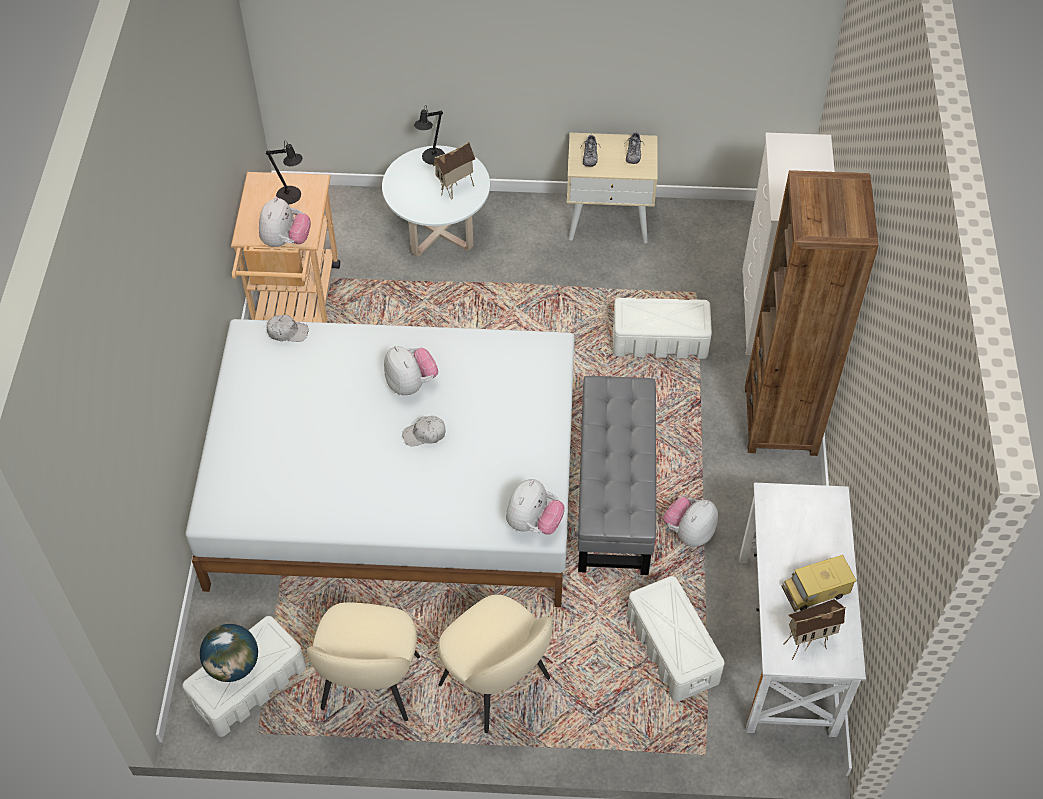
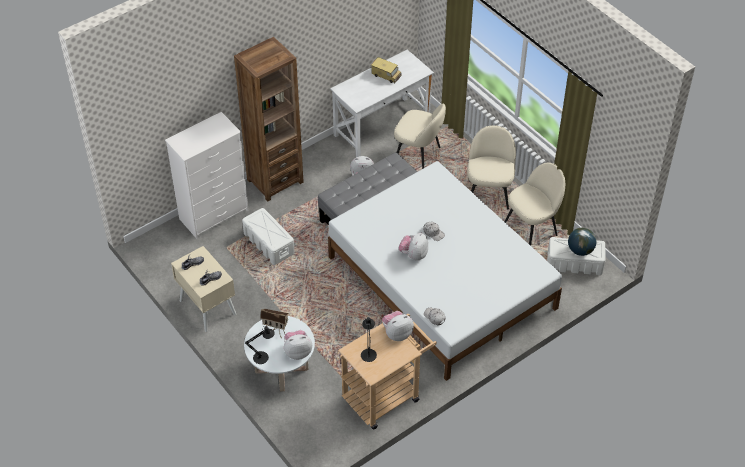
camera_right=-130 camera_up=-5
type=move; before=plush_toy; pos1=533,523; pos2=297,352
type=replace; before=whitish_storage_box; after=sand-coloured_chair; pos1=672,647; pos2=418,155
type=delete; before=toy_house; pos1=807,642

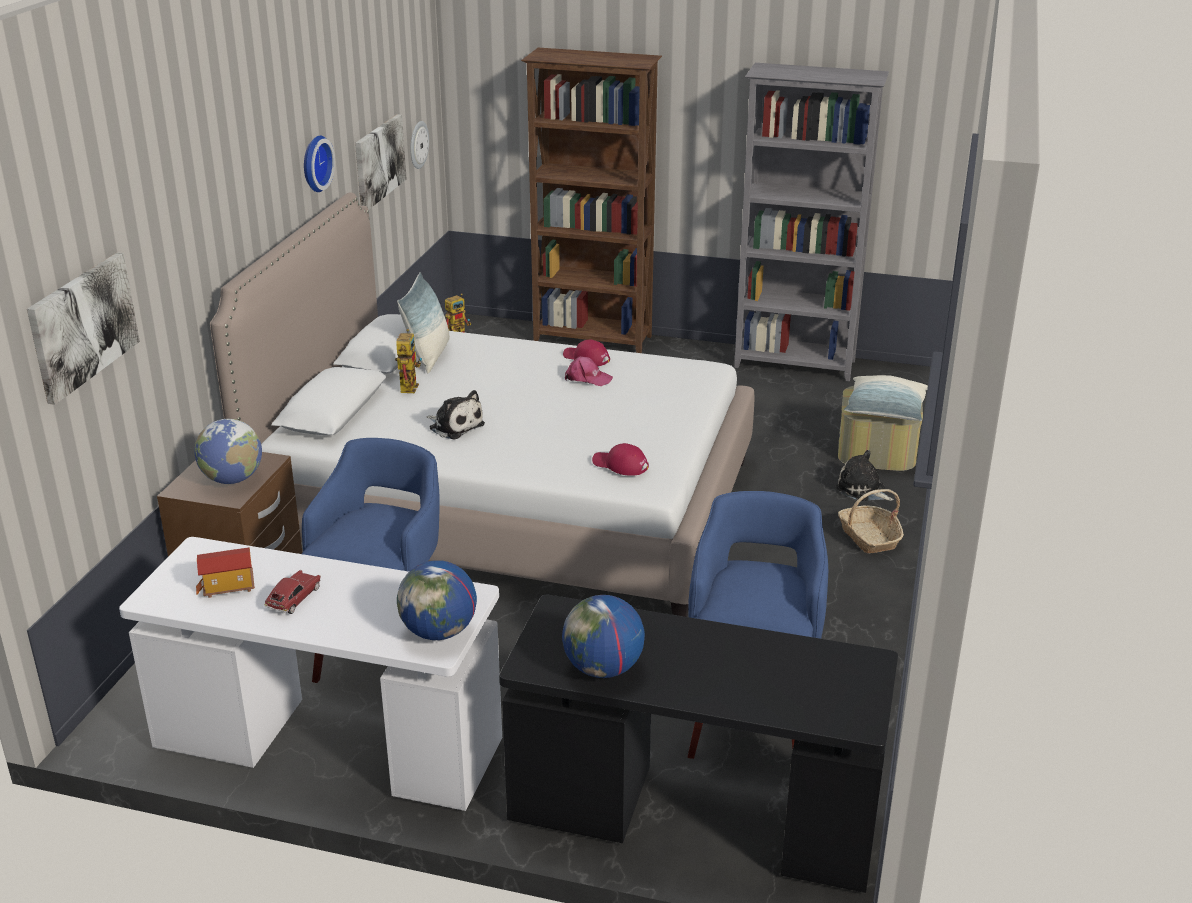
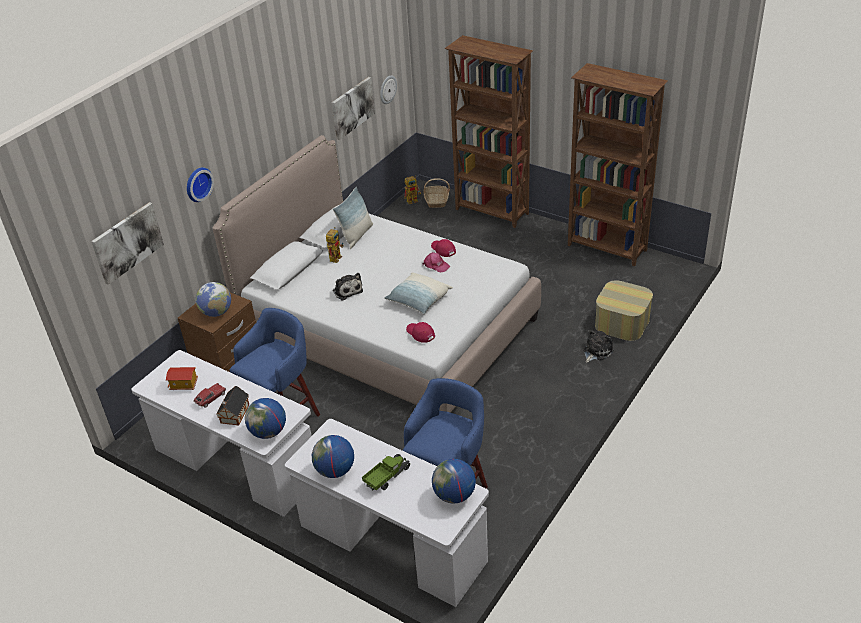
camera_right=20 camera_up=10
type=move; before=clock_on_the_wall; pos1=314,163; pos2=197,184
type=recolor; before=black-coloured_desk_table; after=whitish_desk_table; pos1=693,817; pos2=392,545
type=recolor; before=grey_bookshelf; after=brown_bookshelf; pos1=795,365; pos2=607,248
type=rotate; before=plush_toy; pos1=862,490; pos2=596,351; turn=75
type=move; before=household_basket; pos1=869,537; pos2=436,200
type=move; before=throw_pillow; pos1=885,412; pos2=419,300
type=insert; after=toy_house; pos2=234,414
type=insert; after=toy_lorry; pos2=387,477
type=insert; after=globe; pos2=454,495

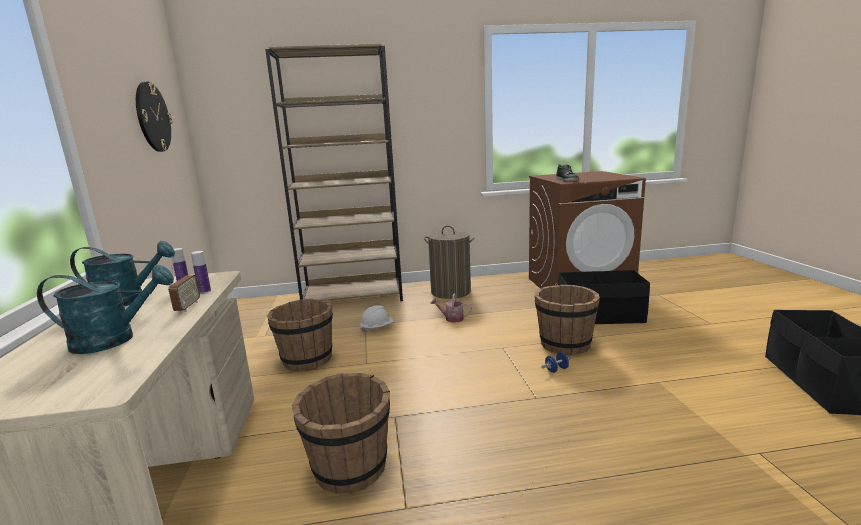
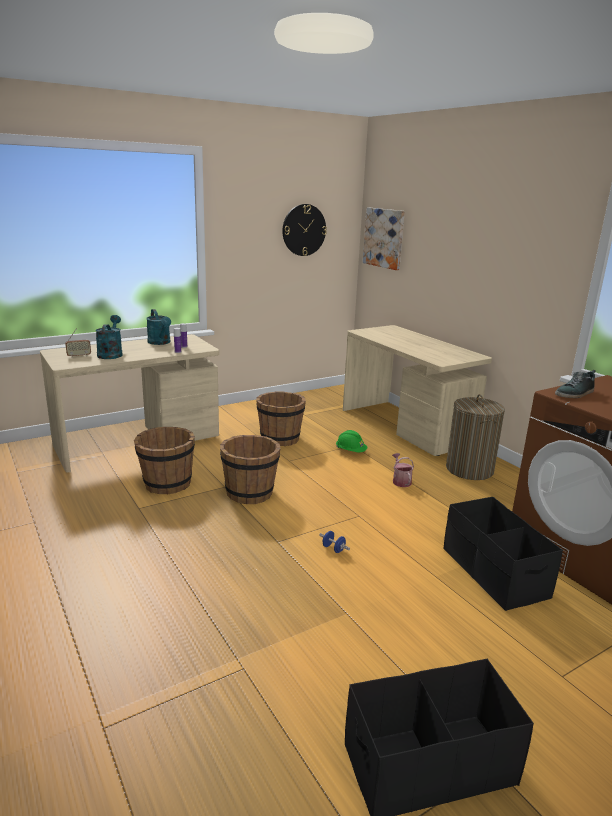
camera_right=65 camera_up=5
type=rotate; before=blue-green_sprinkling_can; pos1=115,340; pos2=111,354; turn=-150
type=move; before=radio_receiver; pos1=187,307; pos2=79,356
type=replace; before=brown_bookshelf; after=sand-coloured_desk_table; pos1=354,297; pos2=406,427
type=recolor; before=whitish_hard_hat; after=green_hard_hat; pos1=377,328; pos2=351,451
type=move; before=brown_water_bucket; pos1=564,344; pos2=250,493
type=insert; after=wall_art; pos2=384,238

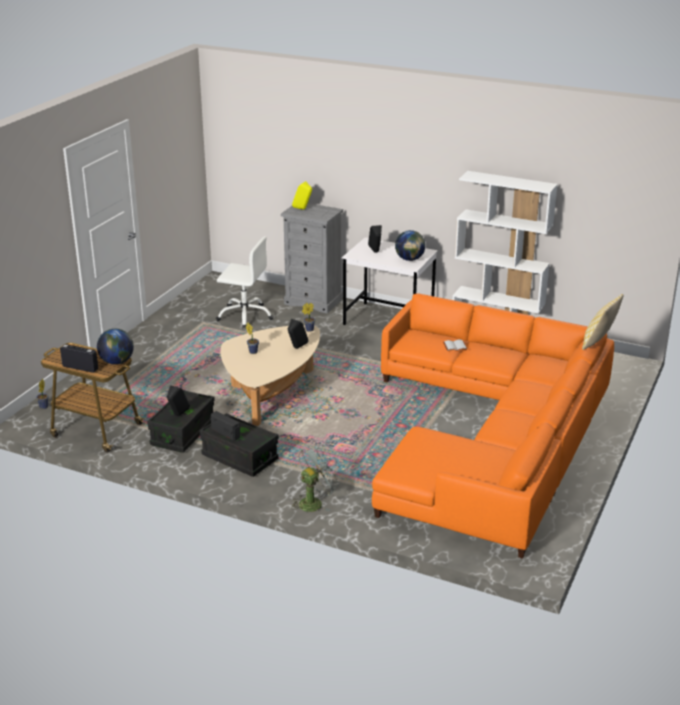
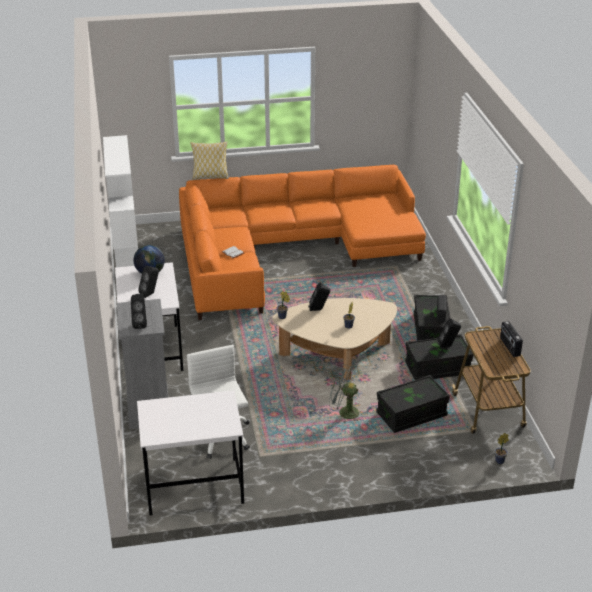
camera_right=-125 camera_up=5
type=delete; before=globe; pos1=117,362
type=move; before=grey_cooling_fan; pos1=314,502; pos2=344,413
type=recolor; before=yellow_loudspeaker; after=black-coloured_loudspeaker; pos1=303,209; pos2=140,324
type=insert; after=whitish_desk_table; pos2=193,487
type=insert; after=black-coloured_storage_box; pos2=411,414

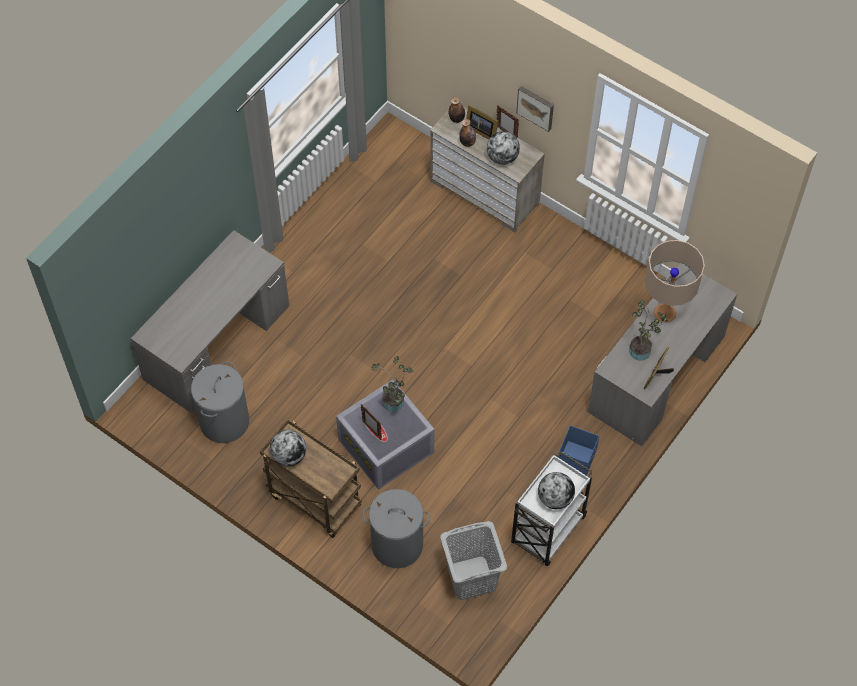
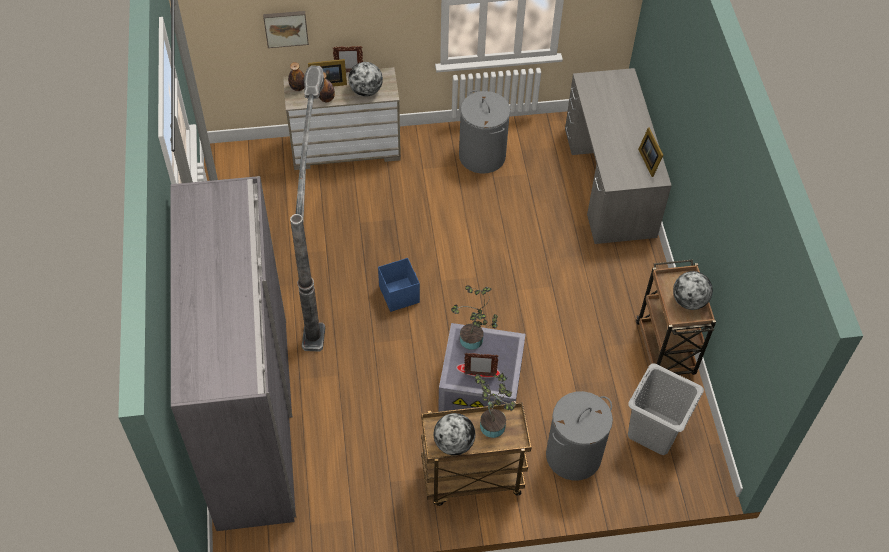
camera_right=-45 camera_up=-5
type=replace; before=grey_desk_table; after=grey_wardrobe; pos1=217,342; pos2=252,421
type=move; before=grey_hamper; pos1=224,421; pos2=482,156
type=recolor; before=whitish_wheeled_cart; after=brown_wheeled_cart; pos1=547,531; pos2=665,350
type=move; before=wall_art; pos1=536,107; pos2=286,27
type=move; before=blue-coloured_storage_box; pos1=576,459; pos2=399,294
type=move; before=houseplant; pos1=642,349; pos2=493,423
type=delete; before=sand-coloured_table_lamp; pos1=664,313
type=insert; after=standard_lamp; pos2=321,275

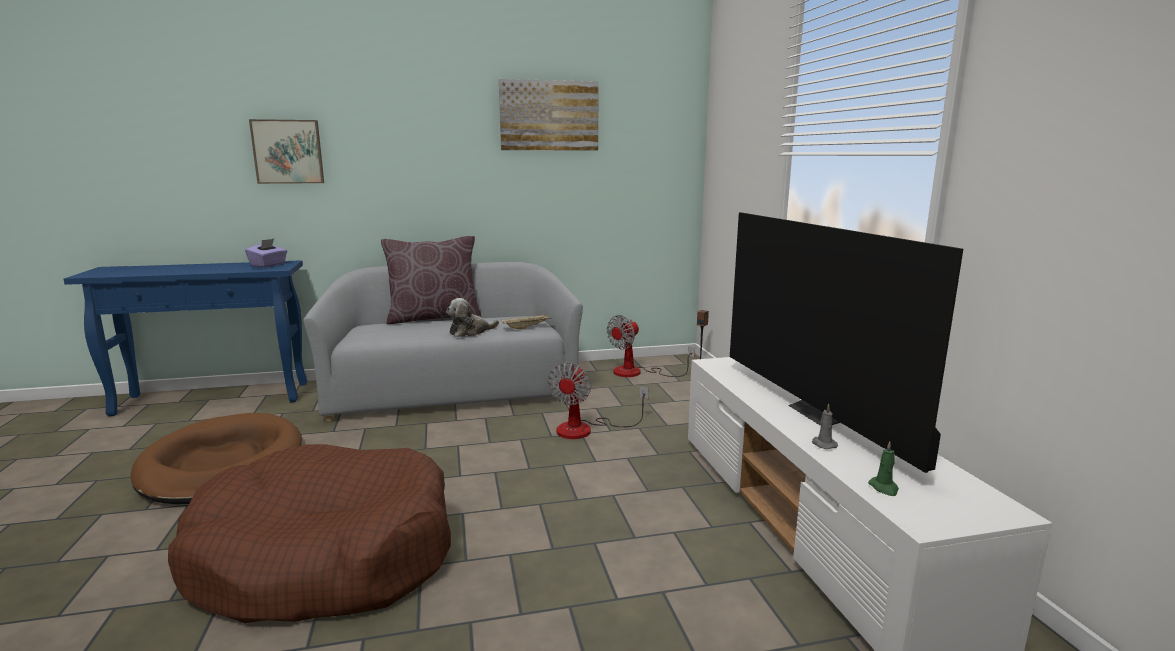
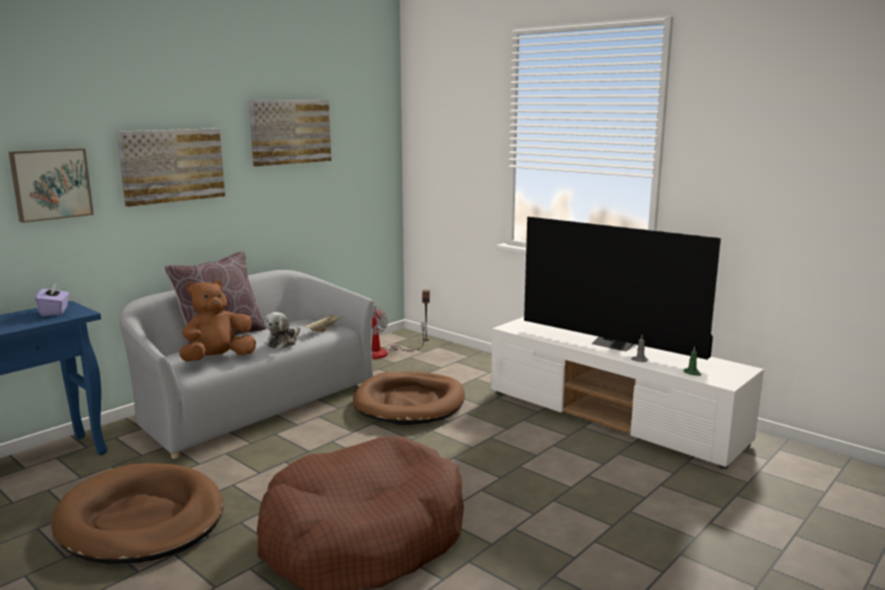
camera_right=-35 camera_up=0
type=replace; before=cooling_fan; after=brown_dog_cushion; pos1=586,429; pos2=410,403
type=insert; after=wall_art; pos2=172,165
type=insert; after=brown_plush_toy; pos2=218,359

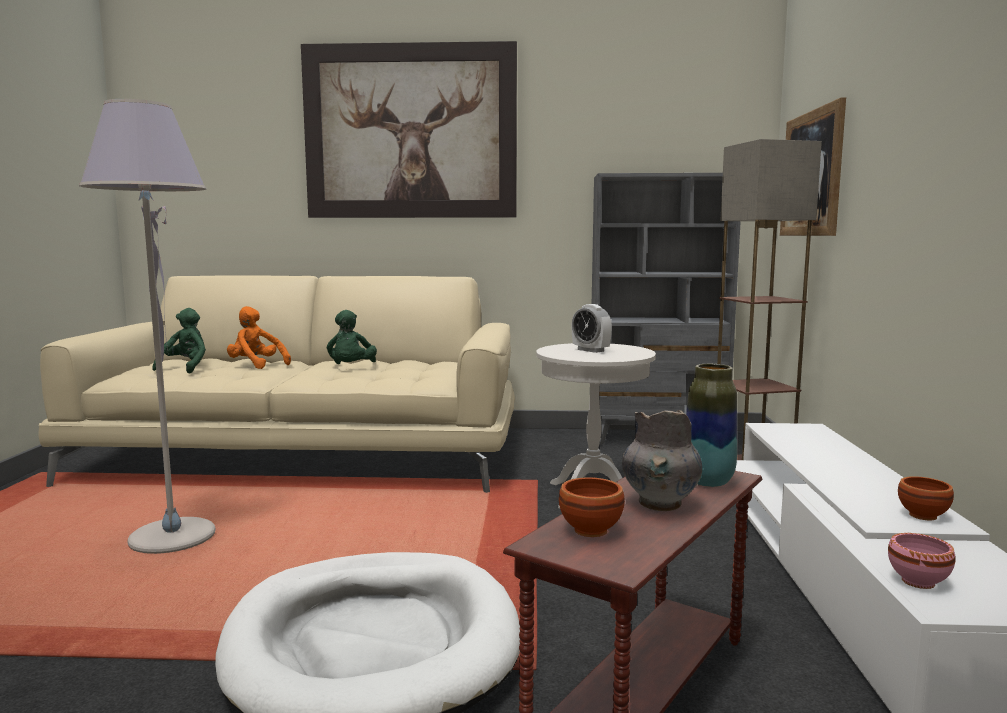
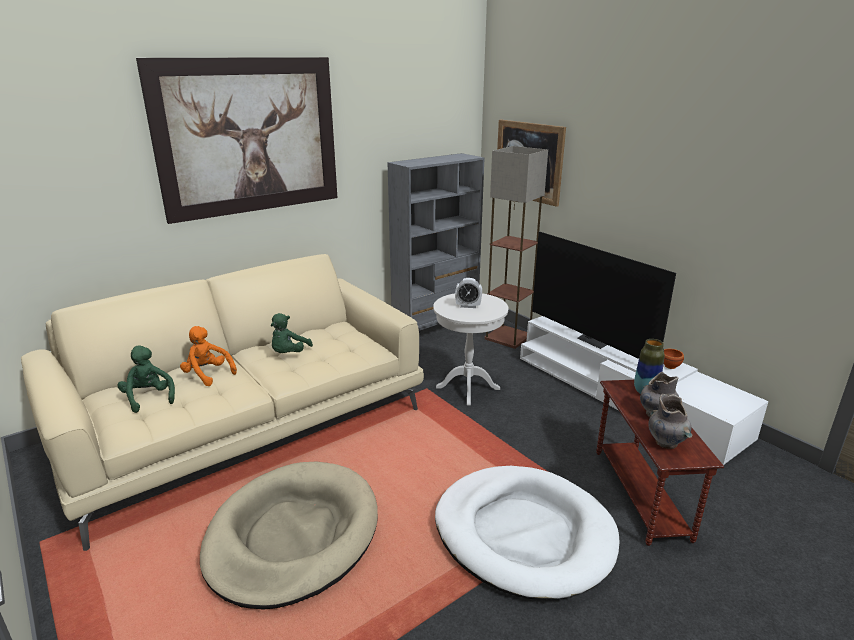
camera_right=-40 camera_up=15
type=replace; before=grey_standard_lamp; after=sand-coloured_dog_cushion; pos1=172,538; pos2=293,536
type=rotate; before=orange-coloured_plush_toy; pos1=256,365; pos2=208,374; turn=45
type=rotate; before=green_plush_toy; pos1=351,368; pos2=289,354; turn=60
type=replace; before=brown_serving_bowl; after=grey_flower_vase; pos1=592,531; pos2=666,443
type=delete; before=pink_serving_bowl; pos1=918,582
type=insert; after=TV_set; pos2=595,341

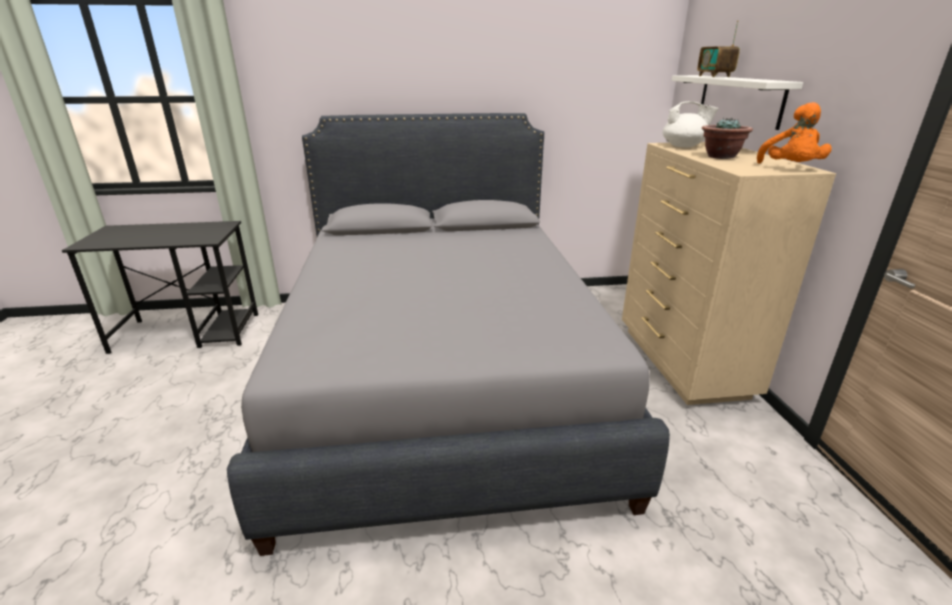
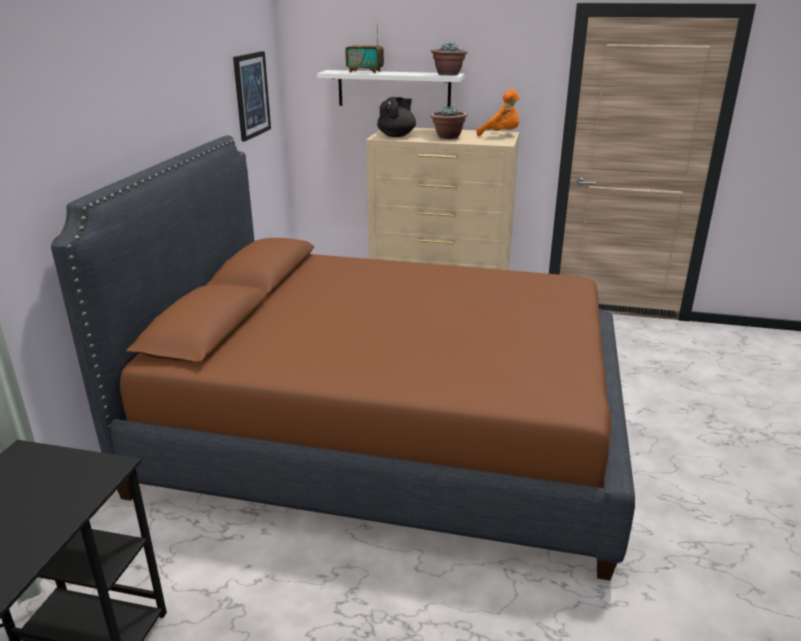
camera_right=-70 camera_up=0
type=recolor; before=grey_sleeping_bed; after=brown_sleeping_bed; pos1=442,377; pos2=387,432
type=recolor; before=whitish_teapot; after=black-coloured_teapot; pos1=684,146; pos2=397,135
type=insert; after=wall_art; pos2=251,95
type=insert; after=houseplant; pos2=448,74

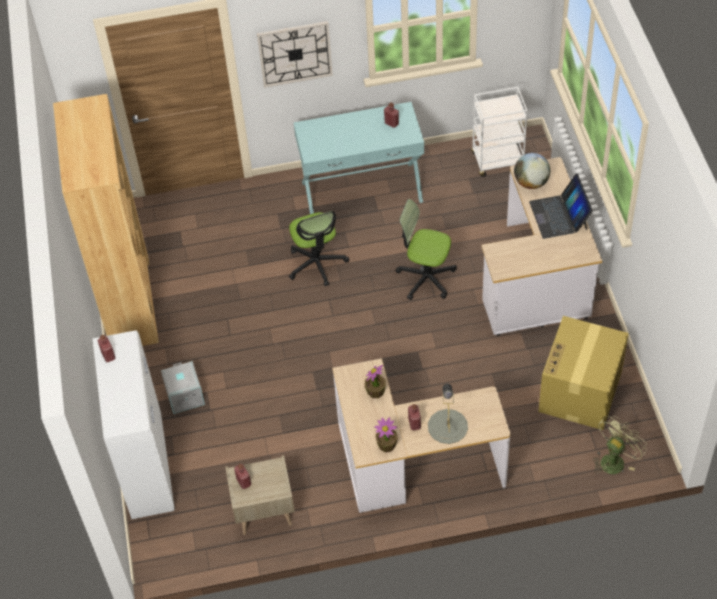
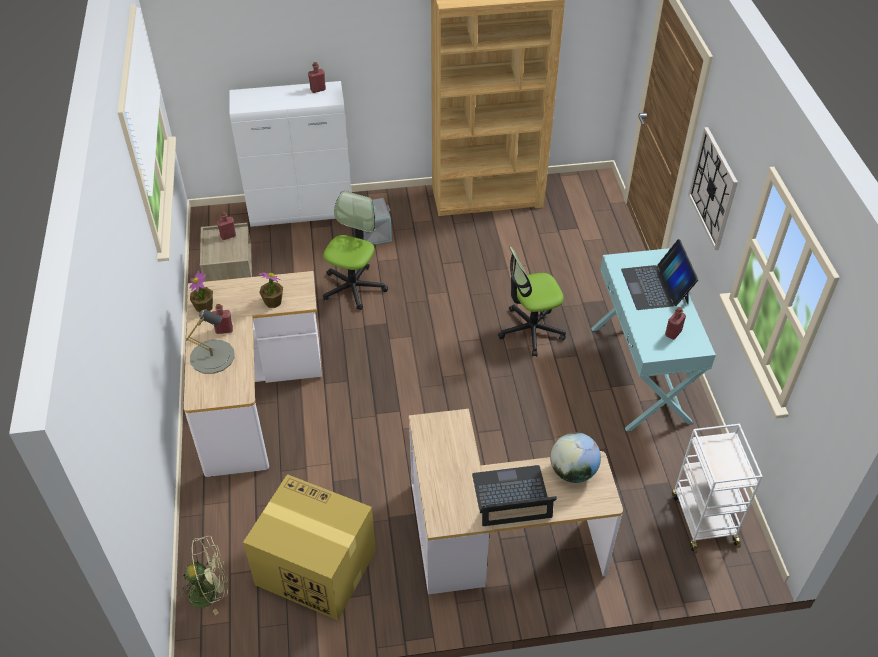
camera_right=90 camera_up=-5
type=move; before=computer_chair; pos1=426,278; pos2=353,287
type=rotate; before=green_cooling_fan; pos1=614,459; pos2=210,591; turn=-60
type=insert; after=notebook_computer; pos2=655,286

